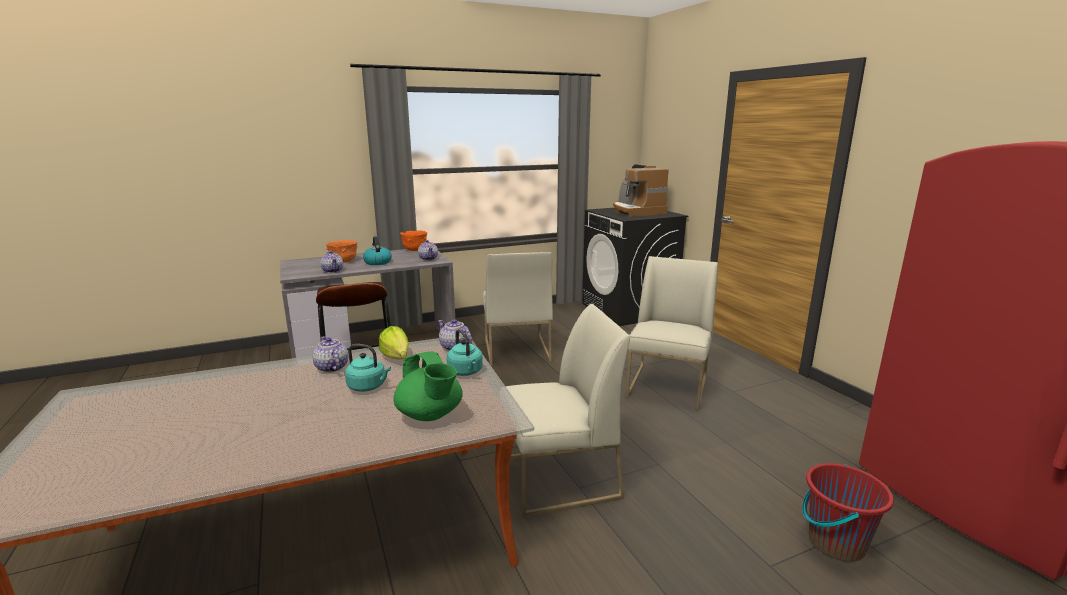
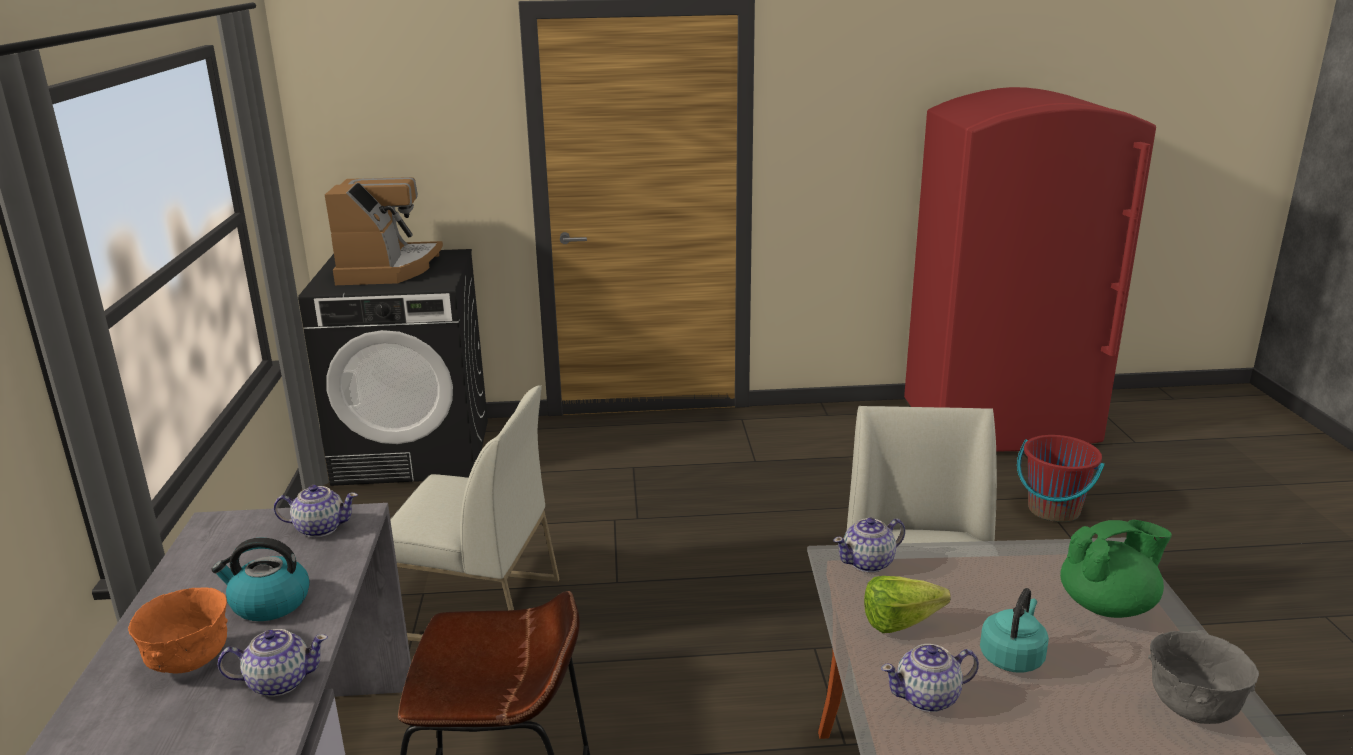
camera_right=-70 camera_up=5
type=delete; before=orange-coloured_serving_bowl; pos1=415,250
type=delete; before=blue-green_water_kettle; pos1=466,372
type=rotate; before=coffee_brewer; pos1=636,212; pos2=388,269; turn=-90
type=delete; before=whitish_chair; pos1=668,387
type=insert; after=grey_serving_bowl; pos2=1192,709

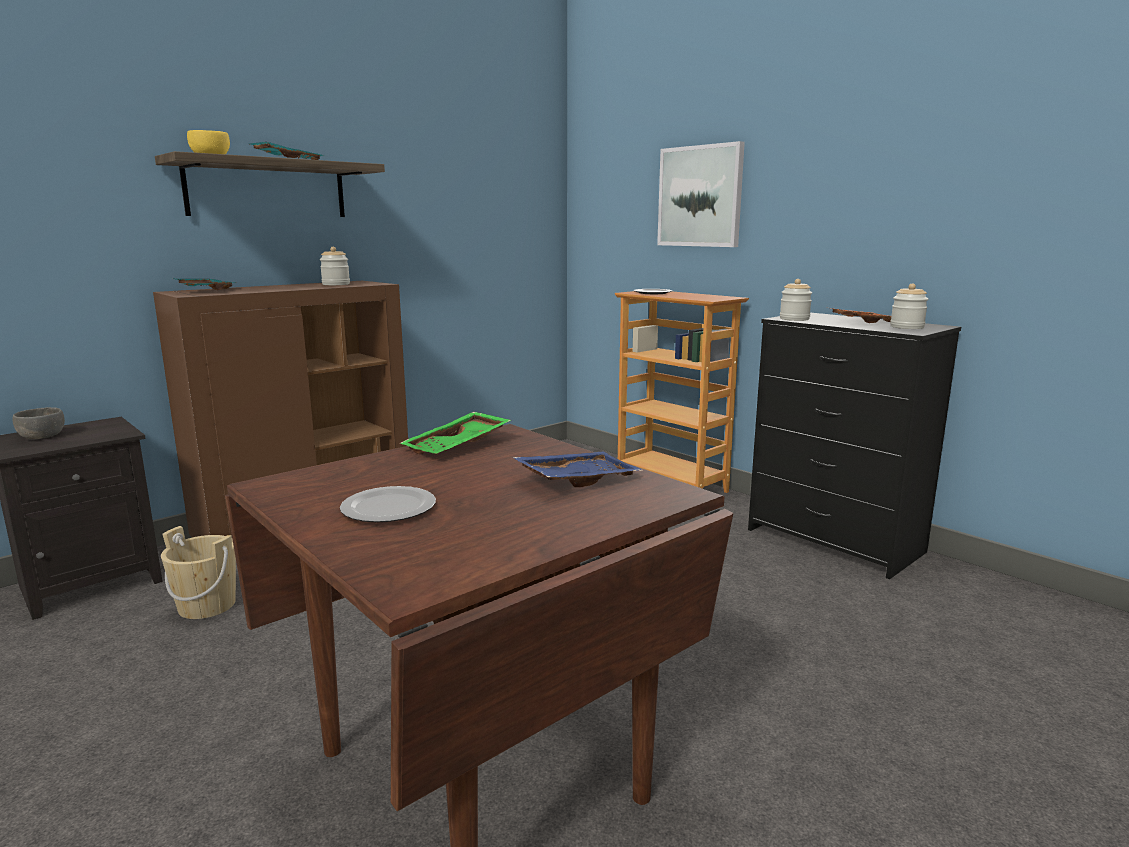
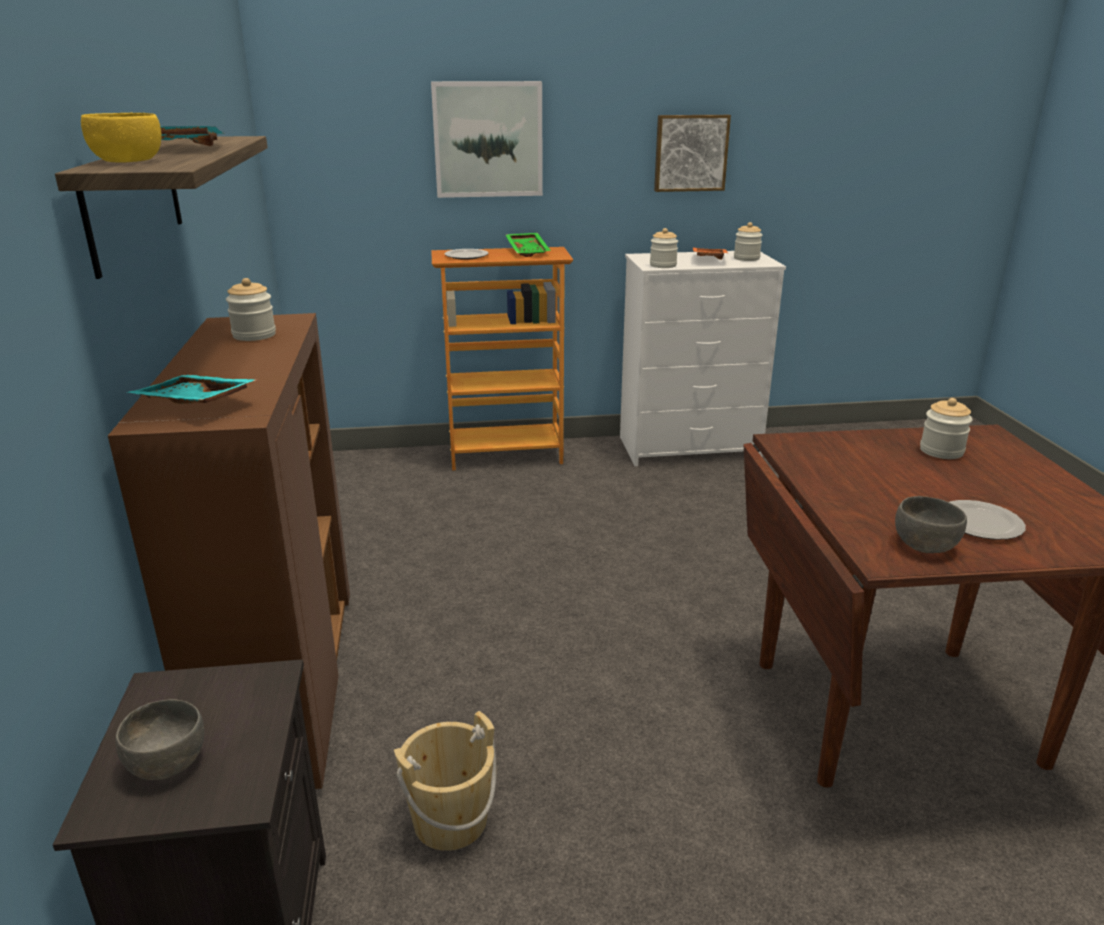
camera_right=-55 camera_up=10
type=move; before=green_serving_tray; pos1=458,446; pos2=528,251
type=replace; before=blue-coloured_serving_tray; after=preserve_jar; pos1=576,479; pos2=941,451
type=recolor; before=black-coloured_dresser; after=whitish_dresser; pos1=836,541; pos2=690,447
type=insert; after=wall_art; pos2=690,153
type=insert; after=grey_serving_bowl; pos2=924,544

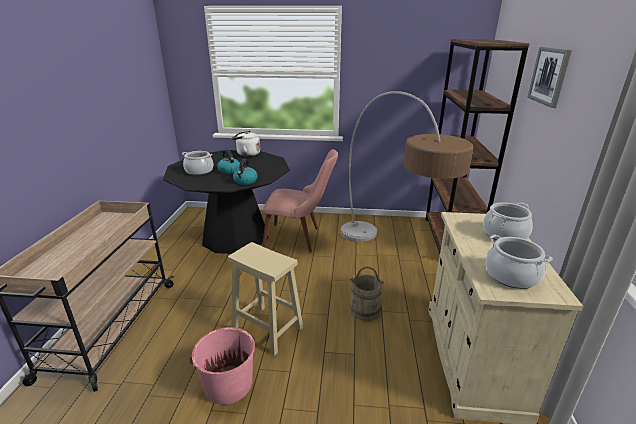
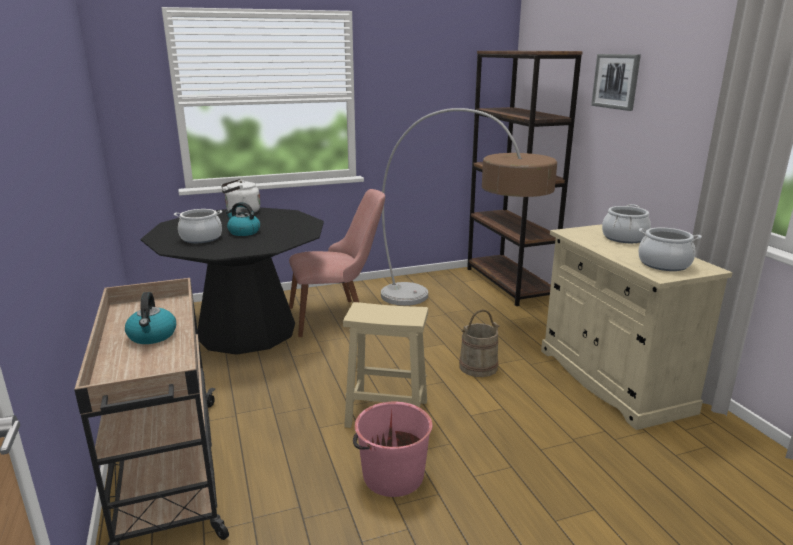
camera_right=-25 camera_up=-5
type=move; before=water_kettle; pos1=245,181; pos2=152,336

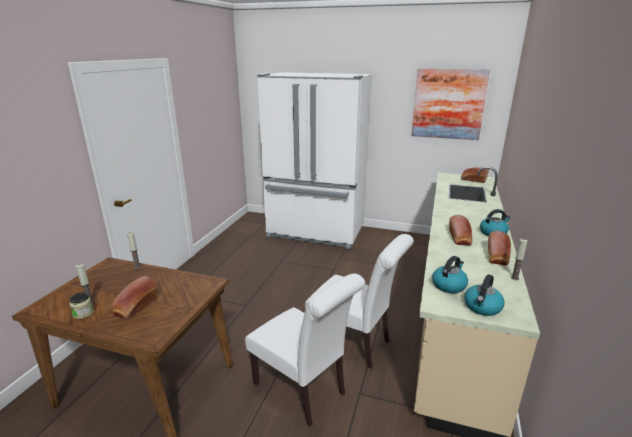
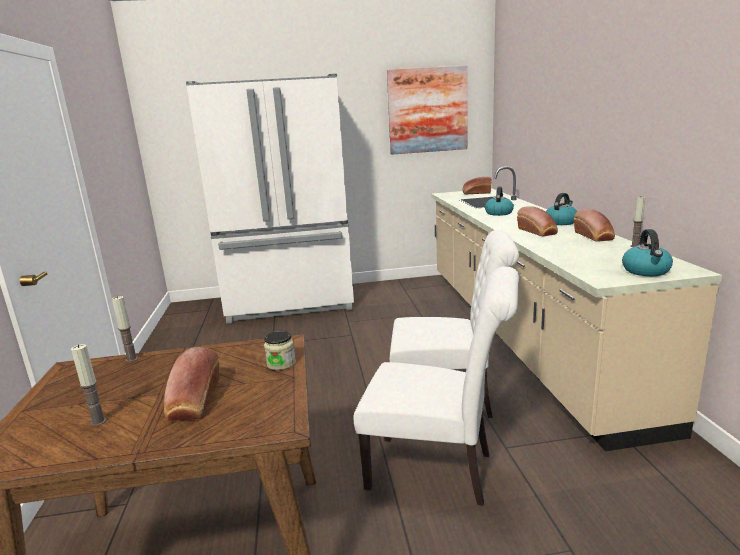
camera_right=-25 camera_up=-5
type=move; before=preserve_jar; pos1=83,313; pos2=281,363
type=move; before=water_kettle; pos1=449,285; pos2=498,213

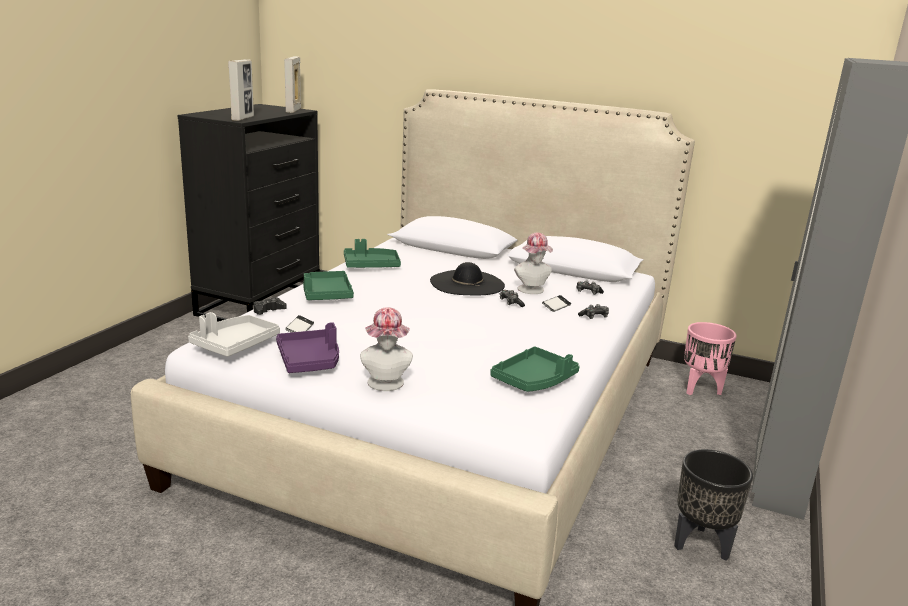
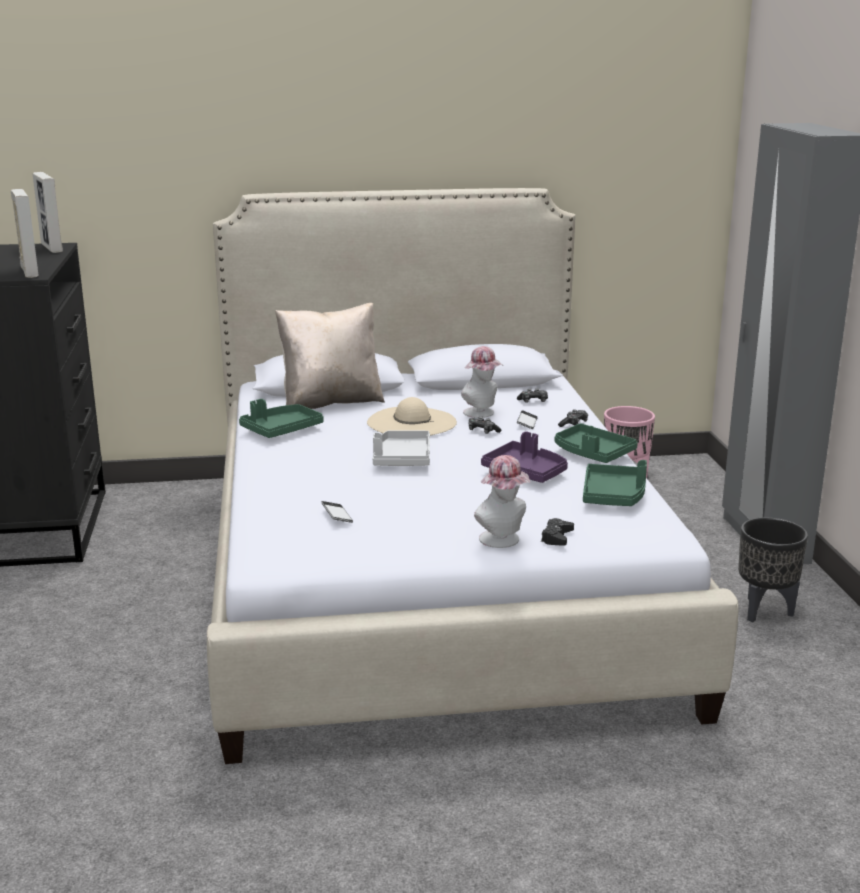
camera_right=-30 camera_up=0
type=move; before=grey_serving_tray; pos1=235,344; pos2=402,459
type=move; before=black-coloured_gamepad; pos1=268,310; pos2=557,537
type=move; before=purple-coloured_serving_tray; pos1=310,360; pos2=526,472
type=move; before=green_serving_tray; pos1=326,294; pos2=592,454
type=recolor; before=black-coloured_clothing_hat; after=sand-coloured_clothing_hat; pos1=467,283; pos2=411,422
type=insert; after=sand-coloured_throw_pillow; pos2=331,402

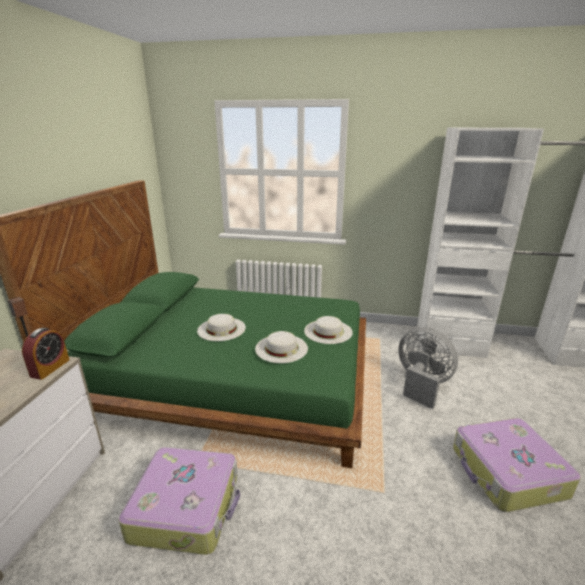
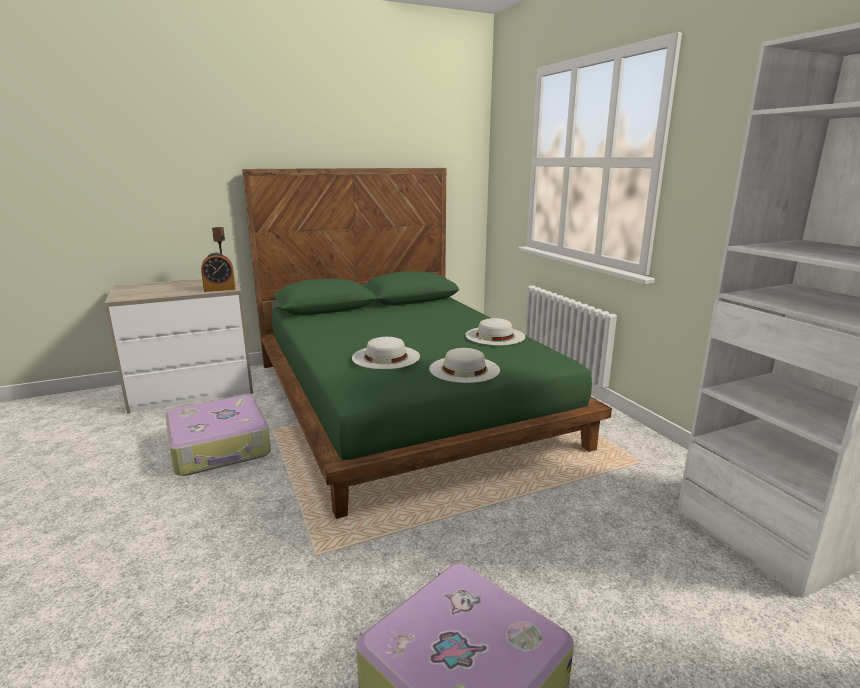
camera_right=55 camera_up=-5
type=move; before=whitish_clothing_hat; pos1=221,329; pos2=495,336
type=delete; before=grey_cooling_fan; pos1=421,384

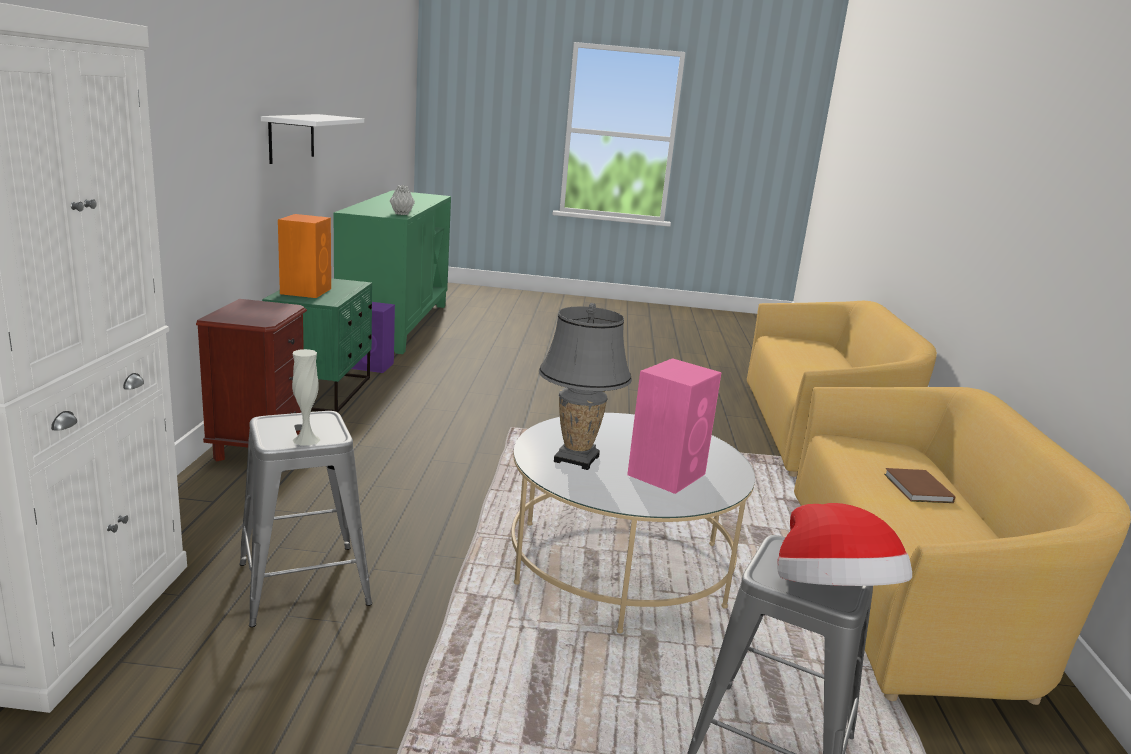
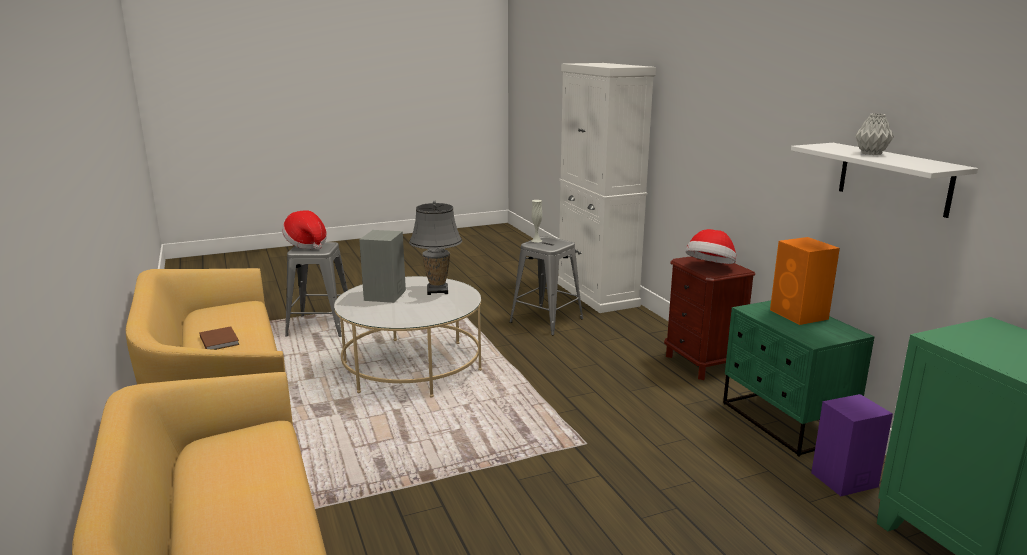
camera_right=155 camera_up=0
type=move; before=grey_flower_vase; pos1=402,214; pos2=872,153
type=recolor; before=pink_loudspeaker; after=grey_loudspeaker; pos1=667,474; pos2=384,296
type=insert; after=clothing_hat; pos2=710,267

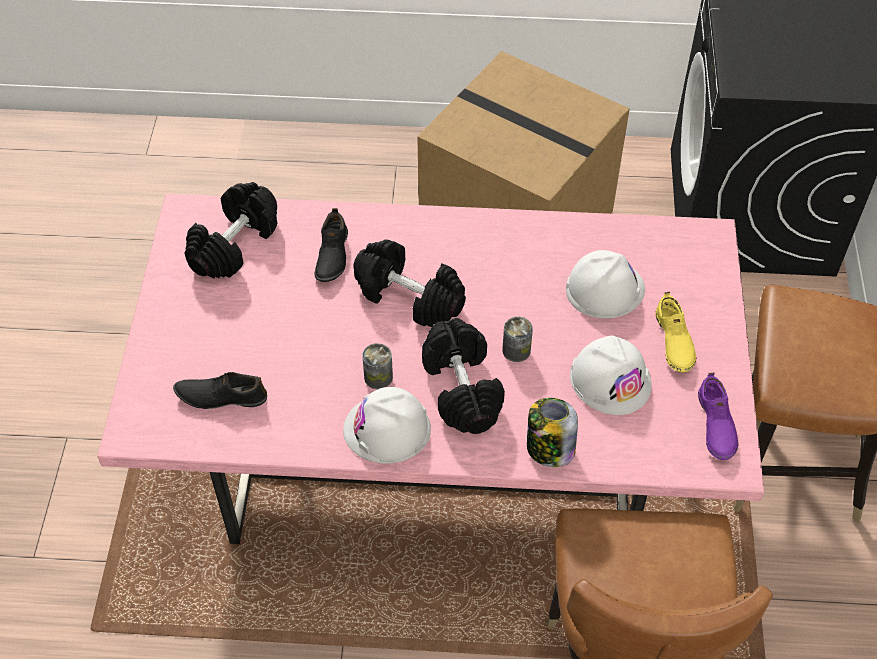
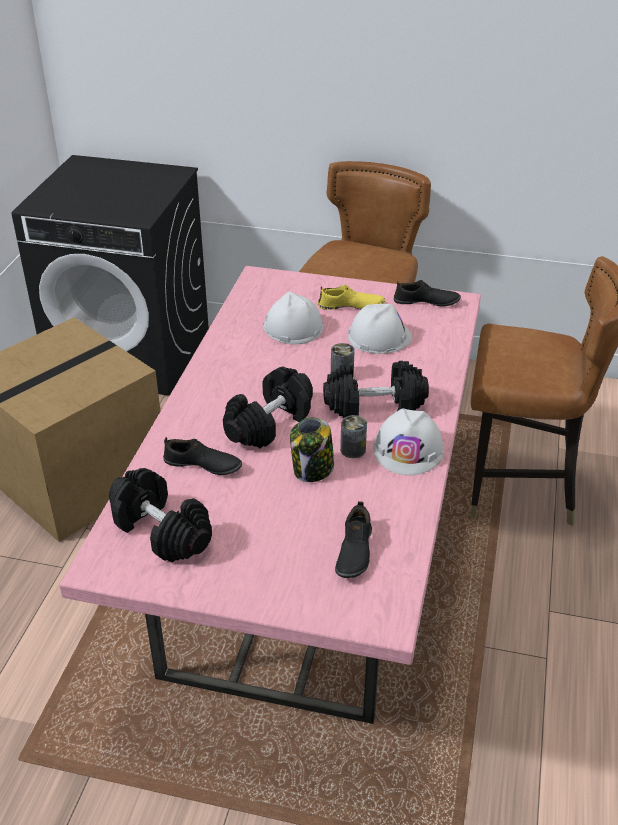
camera_right=-80 camera_up=-15
type=move; before=preserve_jar; pos1=549,448; pos2=313,470
type=recolor; before=purple-coloured_item_of_footwear; after=black-coloured_item_of_footwear; pos1=715,425; pos2=426,302

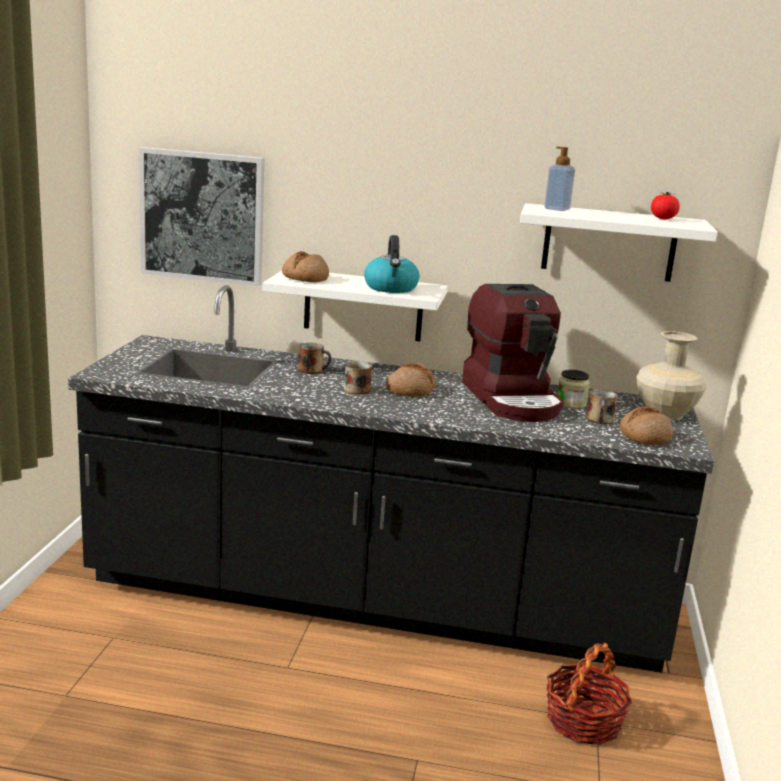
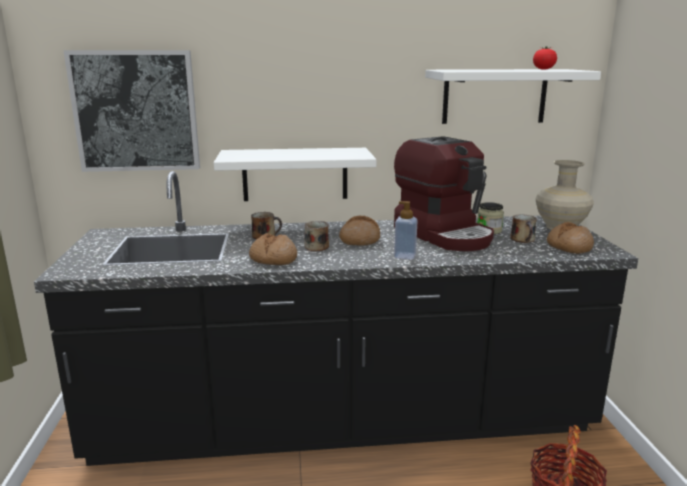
camera_right=-15 camera_up=0
type=move; before=baked_bread; pos1=304,278; pos2=273,259
type=delete; before=water_kettle; pos1=391,288
type=move; before=soap_dispenser; pos1=557,209; pos2=405,256

